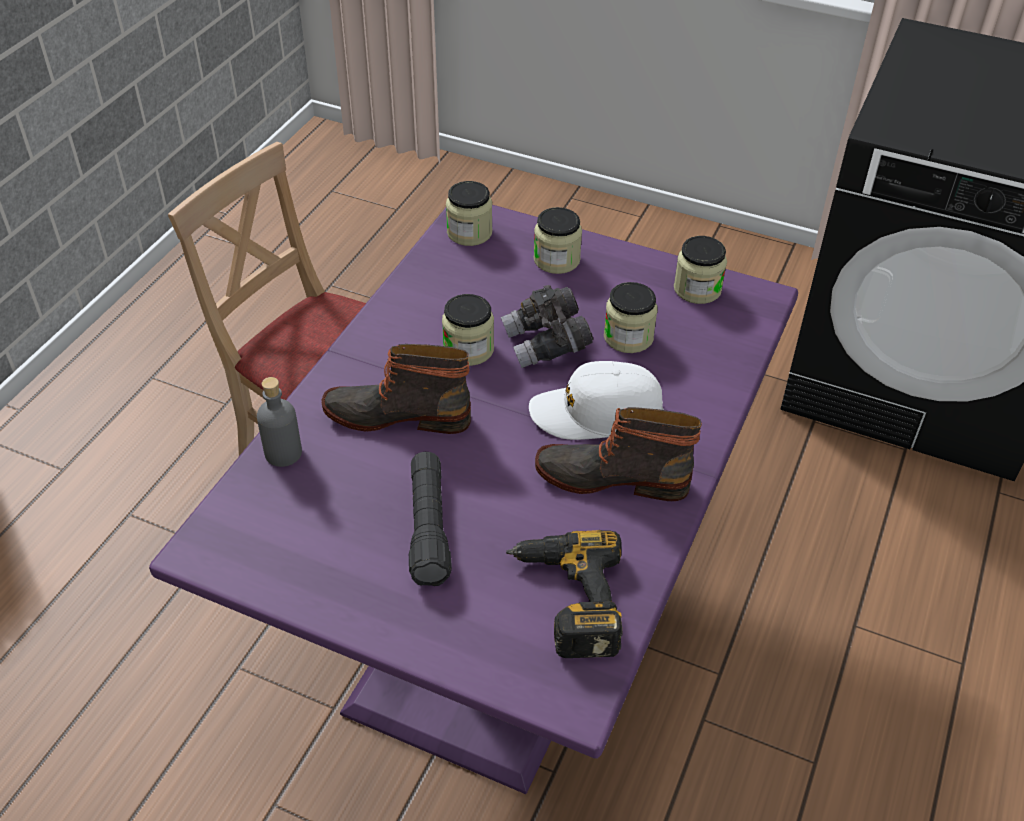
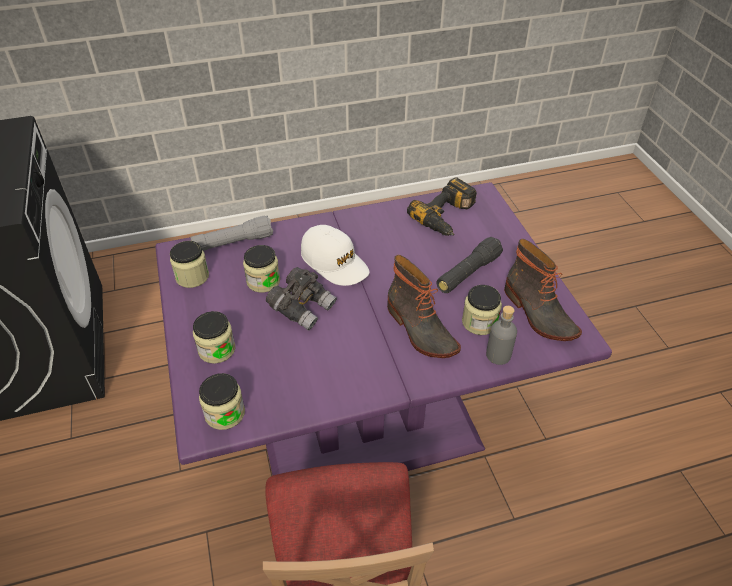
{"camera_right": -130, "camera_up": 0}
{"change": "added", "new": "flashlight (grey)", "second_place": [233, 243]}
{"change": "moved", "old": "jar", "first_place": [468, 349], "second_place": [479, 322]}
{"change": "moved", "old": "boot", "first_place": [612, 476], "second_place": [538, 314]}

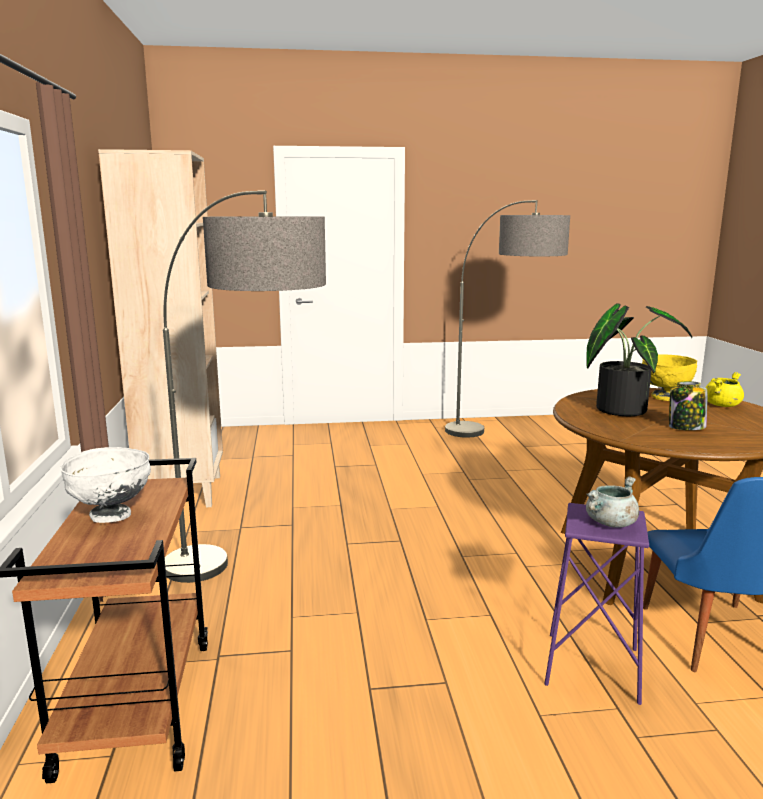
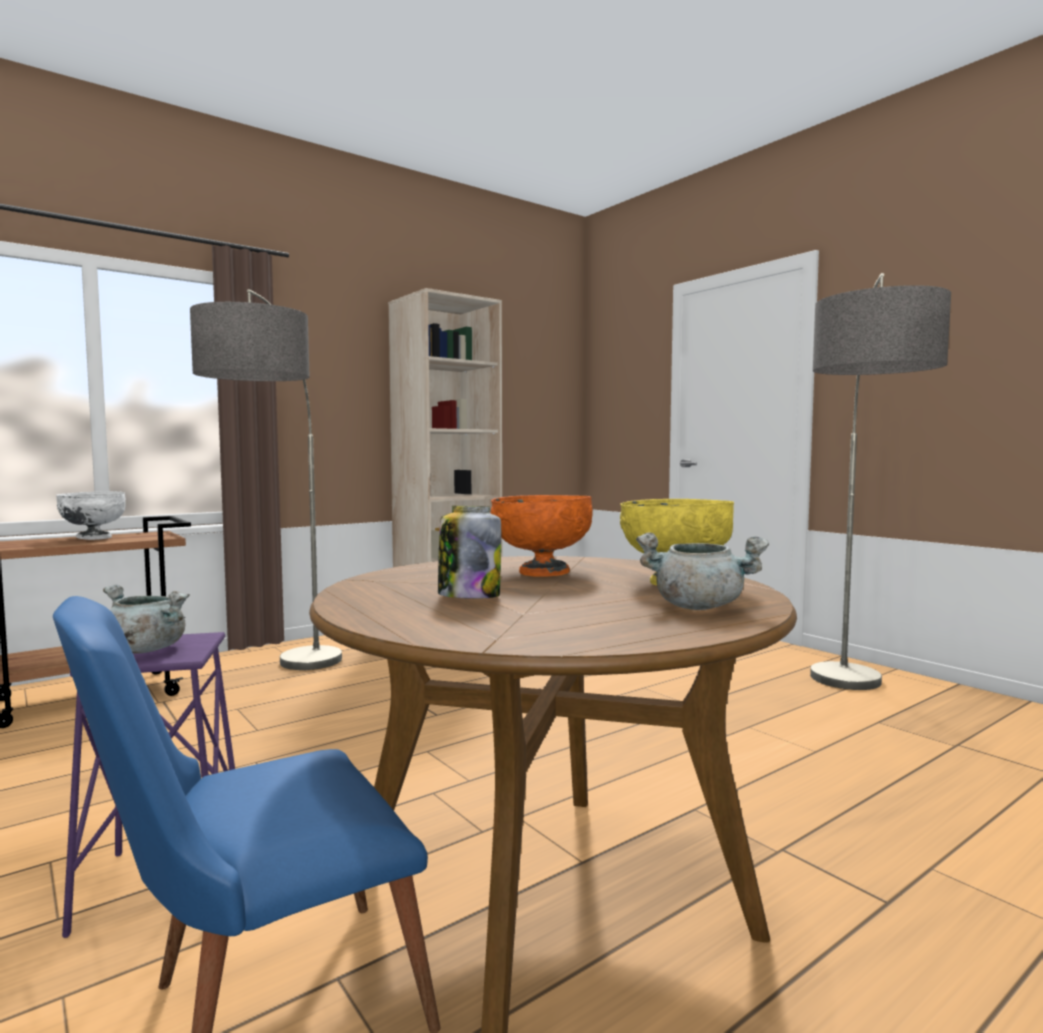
{"camera_right": 60, "camera_up": -10}
{"change": "replaced", "old": "potted plant", "new": "bowl (orange)", "first_place": [621, 408], "second_place": [542, 572]}
{"change": "recoloured", "old": "cooking pot (yellow)", "new": "cooking pot (grey)", "first_place": [721, 405], "second_place": [699, 607]}

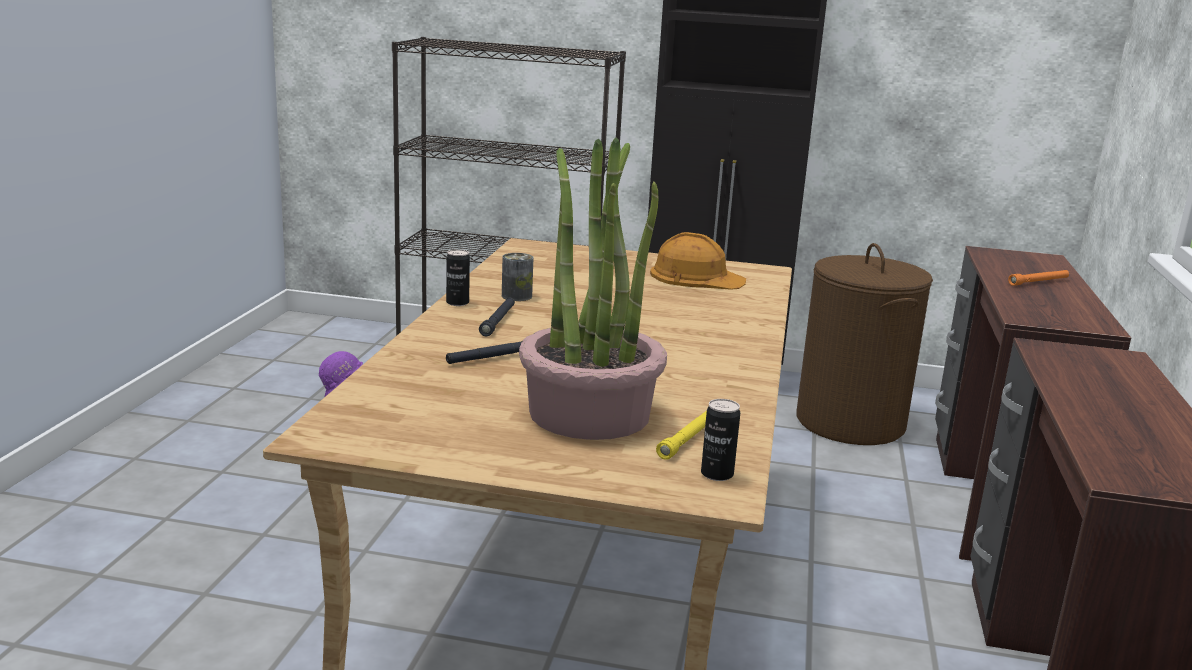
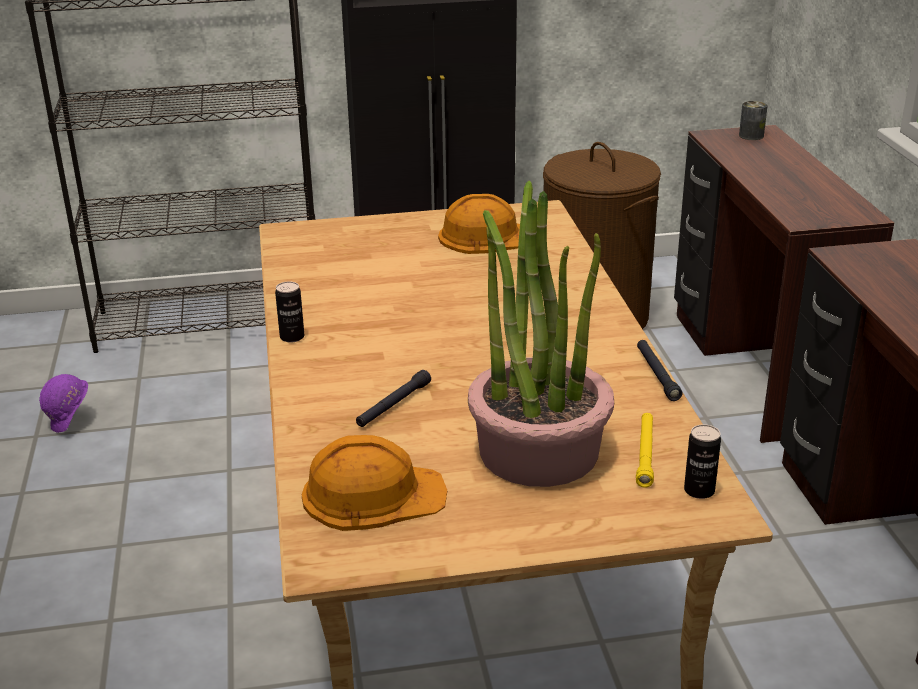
{"camera_right": -20, "camera_up": 10}
{"change": "removed", "old": "flashlight (orange)", "first_place": [1038, 282]}
{"change": "added", "new": "hard hat (orange)", "second_place": [372, 494]}
{"change": "moved", "old": "flashlight (black)", "first_place": [498, 321], "second_place": [657, 374]}
{"change": "moved", "old": "can", "first_place": [516, 296], "second_place": [751, 136]}

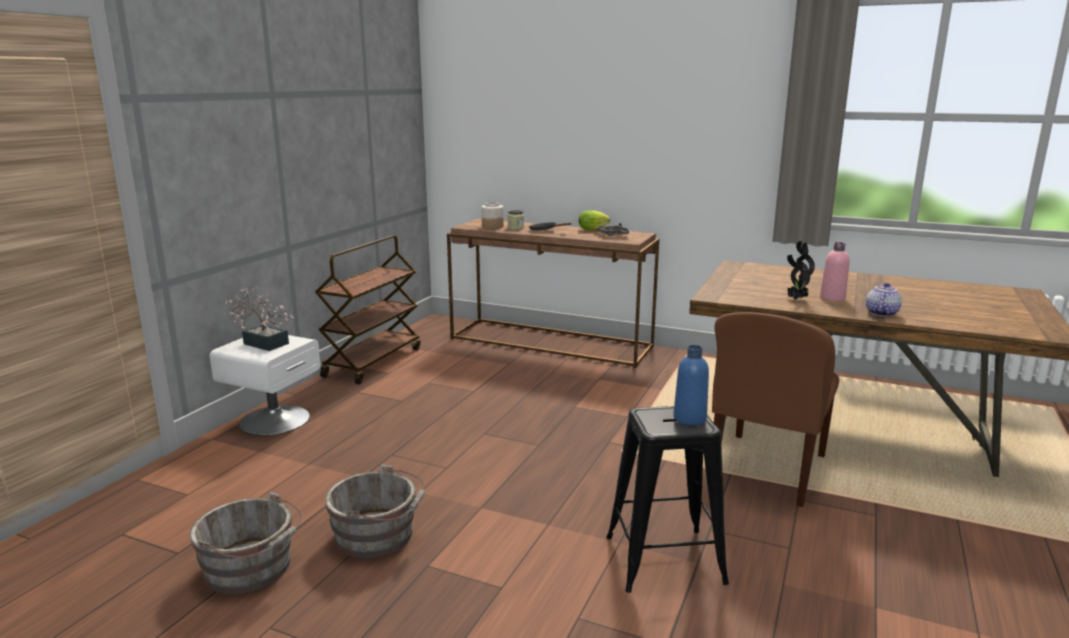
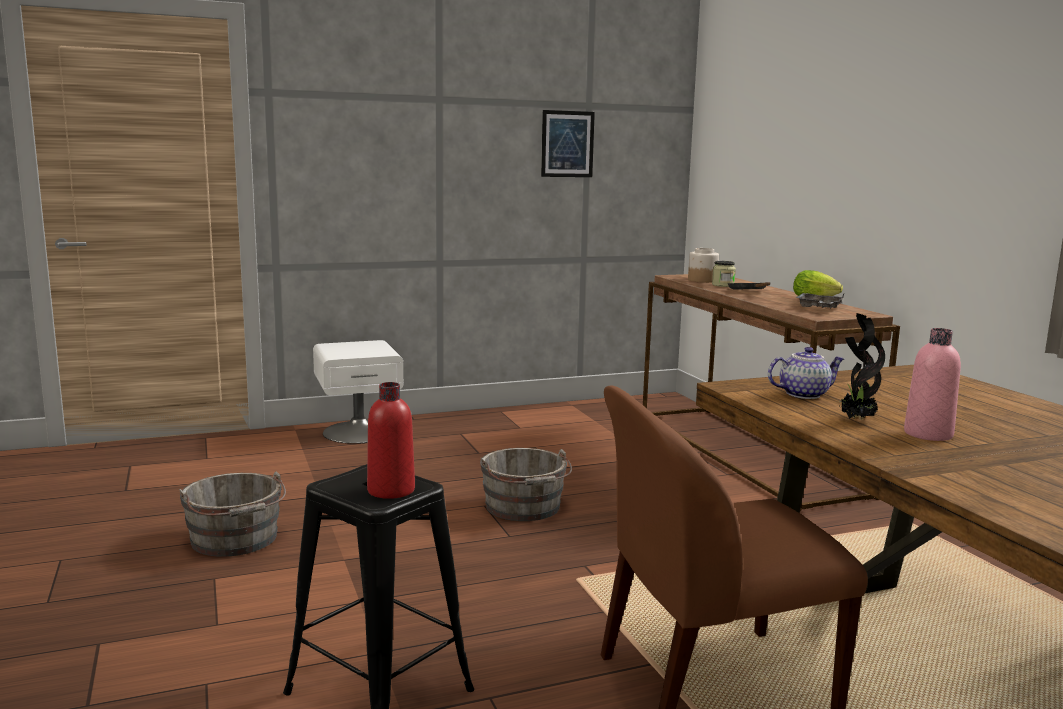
{"camera_right": 45, "camera_up": -5}
{"change": "removed", "old": "potted plant", "first_place": [263, 342]}
{"change": "removed", "old": "cart (brown)", "first_place": [373, 362]}
{"change": "added", "new": "picture", "second_place": [567, 144]}
{"change": "moved", "old": "bucket (grey)", "first_place": [252, 569], "second_place": [524, 508]}
{"change": "moved", "old": "teapot", "first_place": [880, 313], "second_place": [803, 394]}
{"change": "recoloured", "old": "bottle (blue)", "new": "bottle (red)", "first_place": [689, 418], "second_place": [391, 490]}

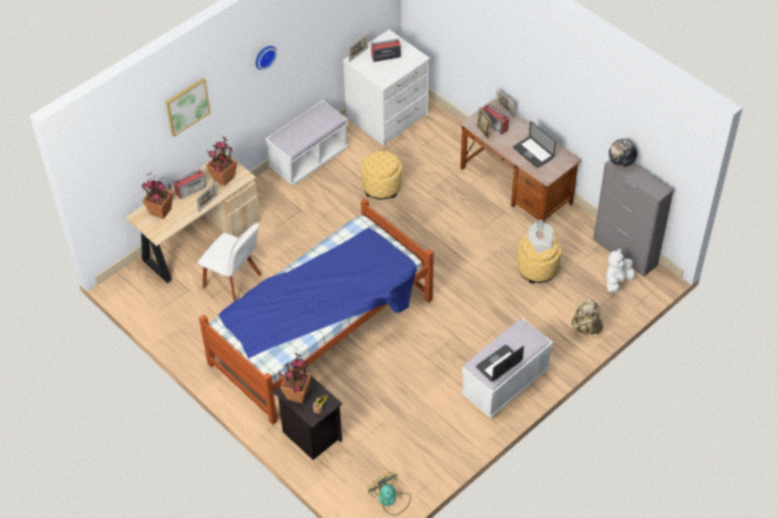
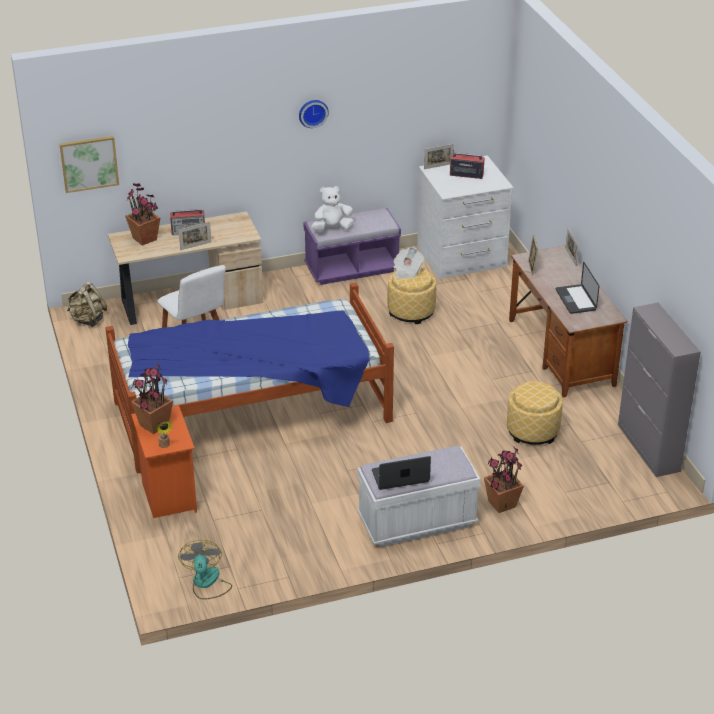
{"camera_right": 25, "camera_up": -15}
{"change": "removed", "old": "radio", "first_place": [494, 125]}
{"change": "removed", "old": "globe", "first_place": [621, 162]}
{"change": "moved", "old": "picture", "first_place": [187, 106], "second_place": [89, 163]}
{"change": "moved", "old": "potted plant", "first_place": [223, 178], "second_place": [501, 504]}
{"change": "moved", "old": "newspaper", "first_place": [540, 242], "second_place": [407, 271]}
{"change": "moved", "old": "backpack (beige)", "first_place": [586, 327], "second_place": [88, 320]}
{"change": "moved", "old": "plush toy (white)", "first_place": [617, 281], "second_place": [332, 228]}
{"change": "recoloured", "old": "bench (white)", "new": "bench (purple)", "first_place": [309, 159], "second_place": [352, 269]}
{"change": "recoloured", "old": "nightstand (black)", "new": "nightstand (orange)", "first_place": [310, 435], "second_place": [168, 495]}

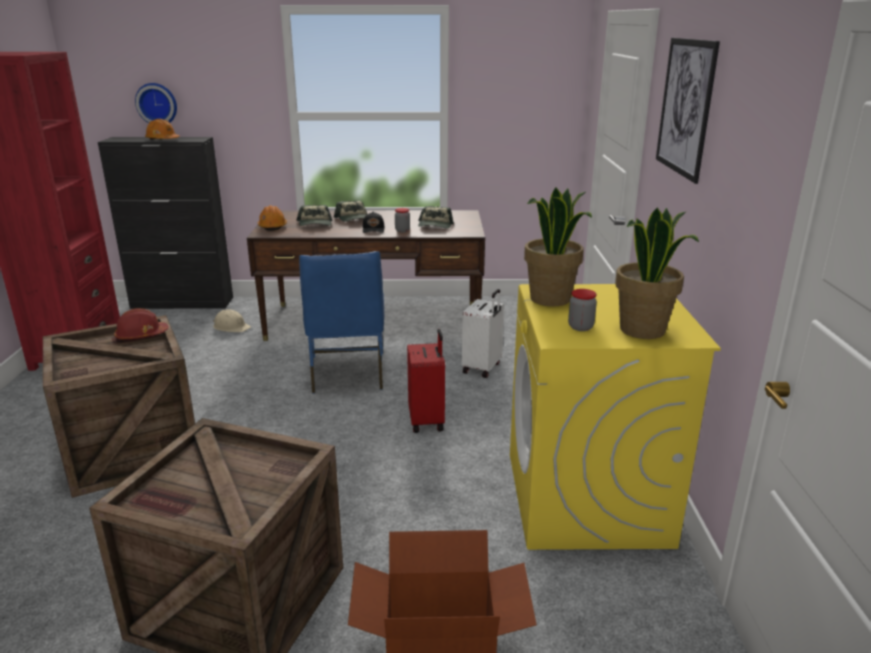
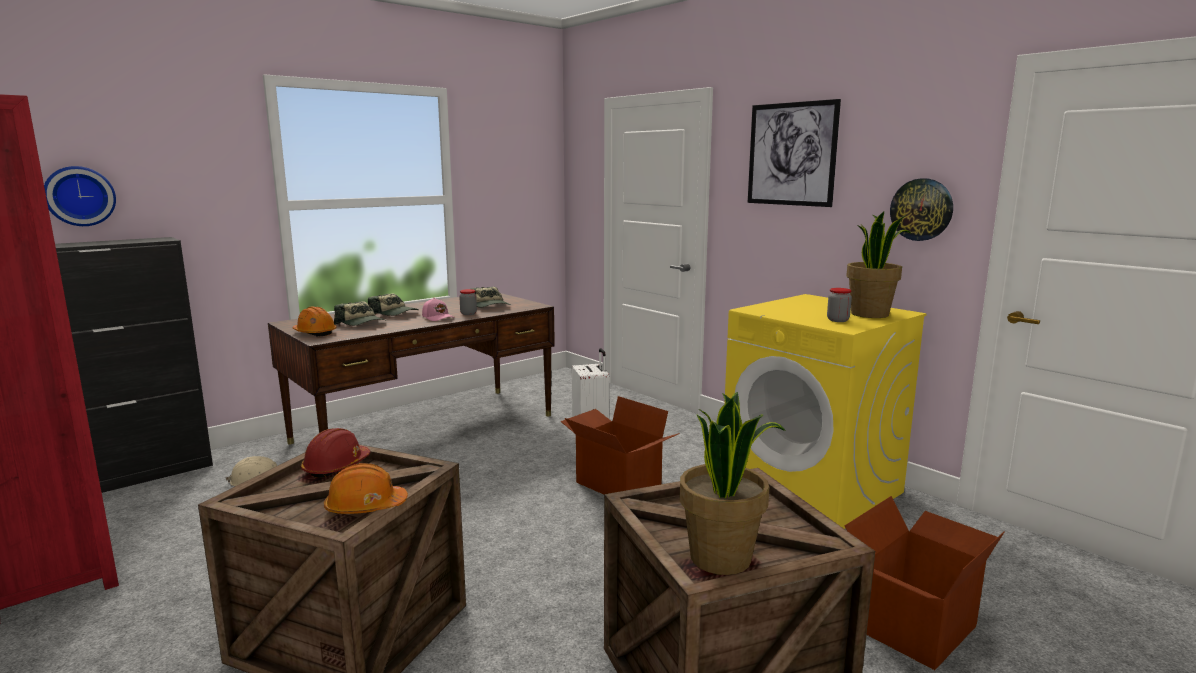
{"camera_right": -40, "camera_up": -10}
{"change": "removed", "old": "chair (blue)", "first_place": [347, 373]}
{"change": "added", "new": "wall clock", "second_place": [921, 209]}
{"change": "moved", "old": "hard hat (orange)", "first_place": [162, 140], "second_place": [365, 507]}
{"change": "moved", "old": "potted plant", "first_place": [550, 299], "second_place": [722, 558]}
{"change": "replaced", "old": "suitcase (red)", "new": "cardboard box", "first_place": [427, 420], "second_place": [617, 484]}
{"change": "recoloured", "old": "cap (black)", "new": "cap (pink)", "first_place": [374, 229], "second_place": [438, 317]}

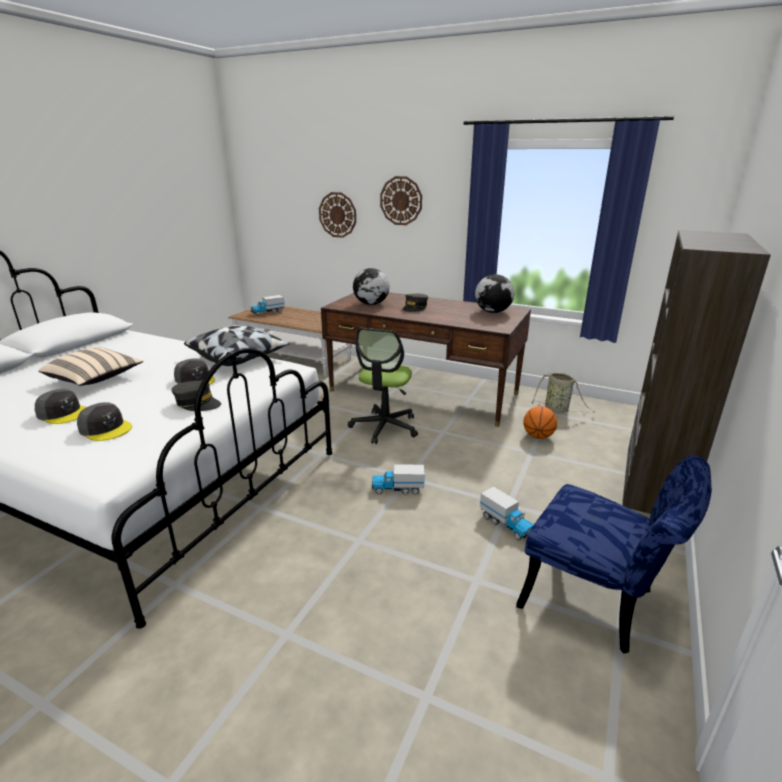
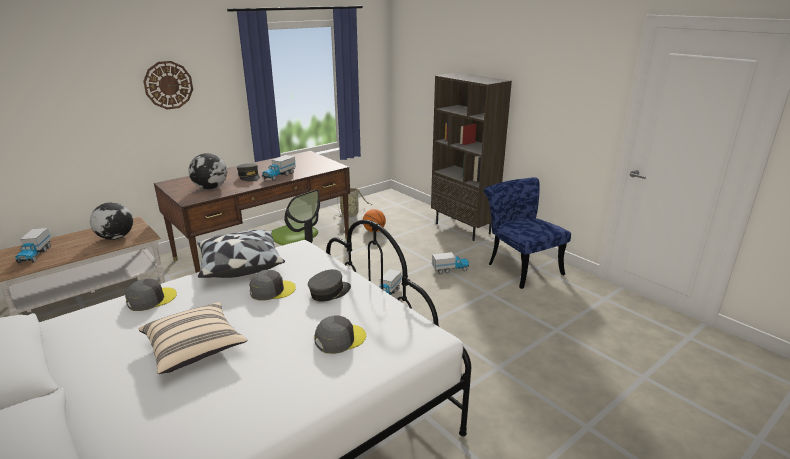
{"camera_right": -65, "camera_up": 0}
{"change": "removed", "old": "wall clock", "first_place": [337, 215]}
{"change": "added", "new": "toy truck", "second_place": [279, 176]}
{"change": "moved", "old": "cap (grey)", "first_place": [63, 413], "second_place": [151, 299]}
{"change": "moved", "old": "globe", "first_place": [493, 312], "second_place": [115, 237]}
{"change": "turned", "old": "chair (blue)", "first_place": [597, 603], "second_place": [520, 267], "degrees": -90}

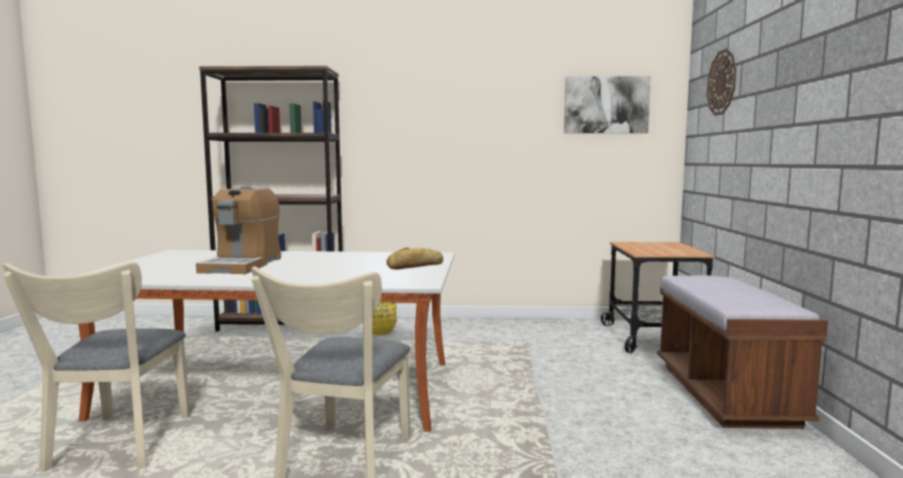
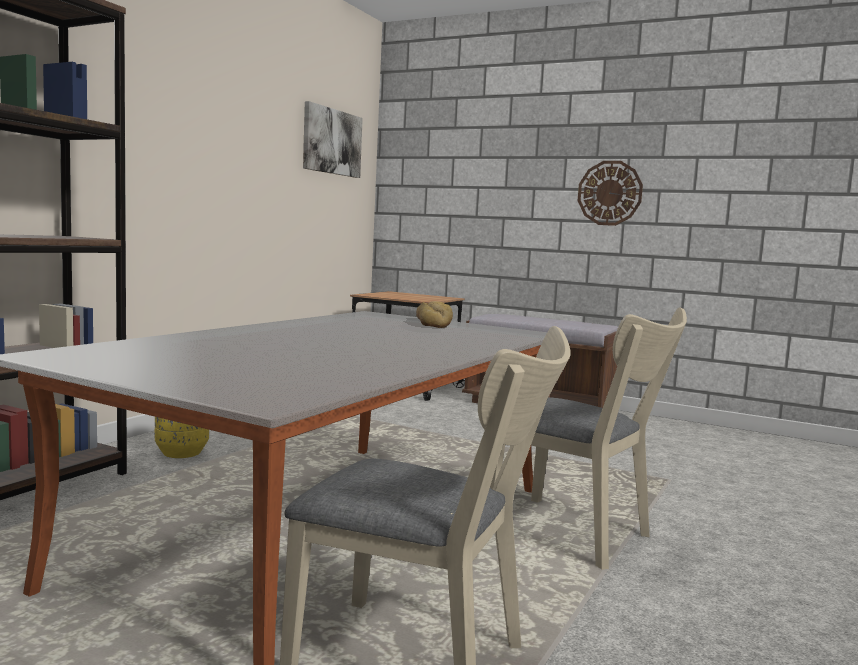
{"camera_right": -65, "camera_up": 0}
{"change": "removed", "old": "coffee machine", "first_place": [242, 265]}
{"change": "moved", "old": "wall clock", "first_place": [722, 82], "second_place": [609, 193]}

